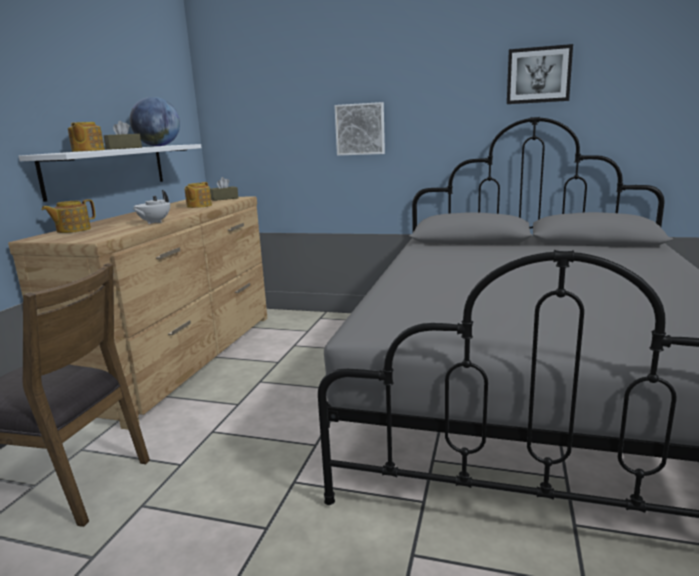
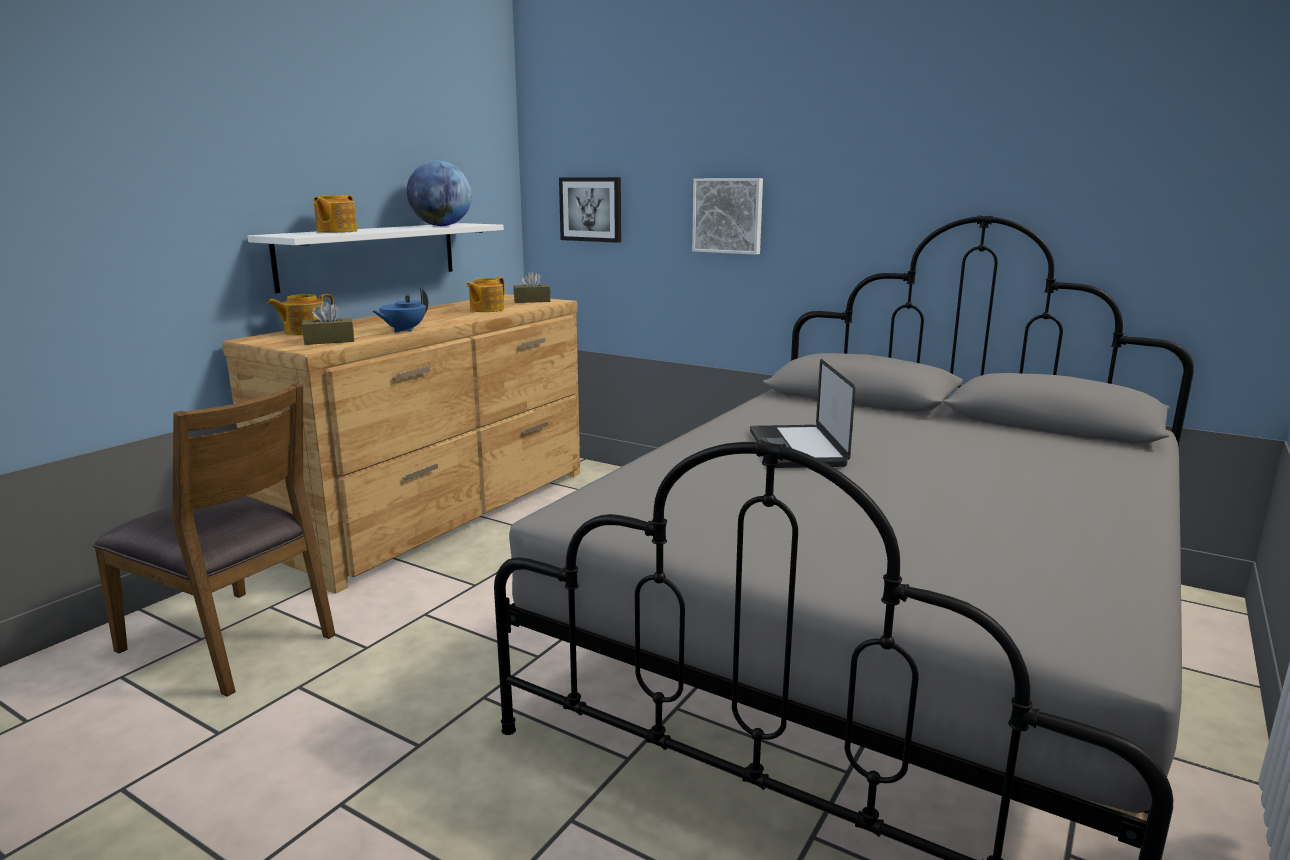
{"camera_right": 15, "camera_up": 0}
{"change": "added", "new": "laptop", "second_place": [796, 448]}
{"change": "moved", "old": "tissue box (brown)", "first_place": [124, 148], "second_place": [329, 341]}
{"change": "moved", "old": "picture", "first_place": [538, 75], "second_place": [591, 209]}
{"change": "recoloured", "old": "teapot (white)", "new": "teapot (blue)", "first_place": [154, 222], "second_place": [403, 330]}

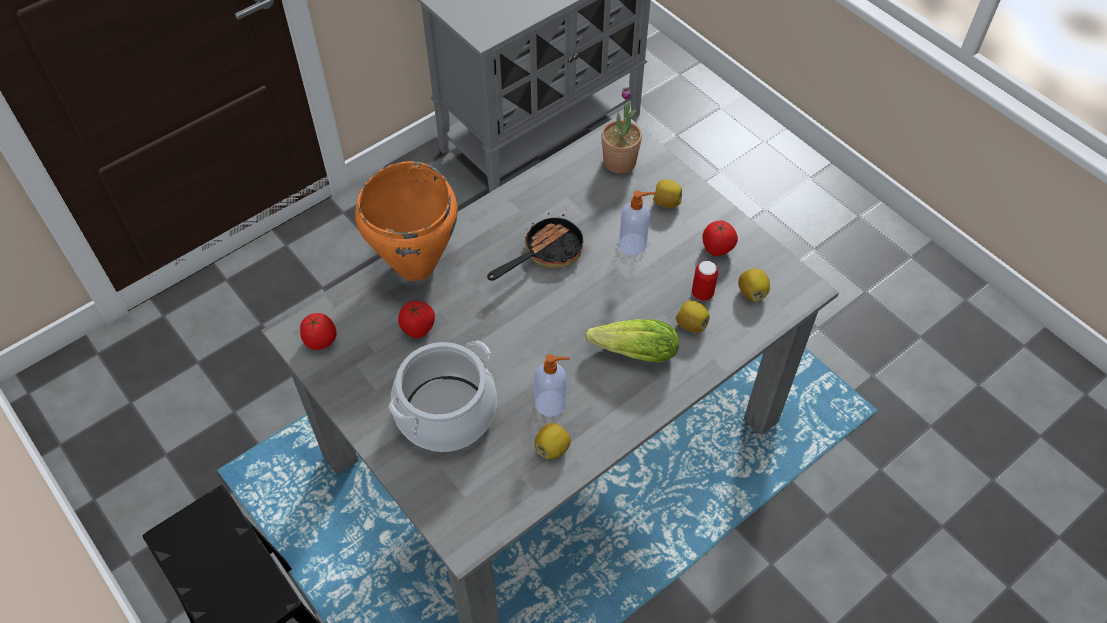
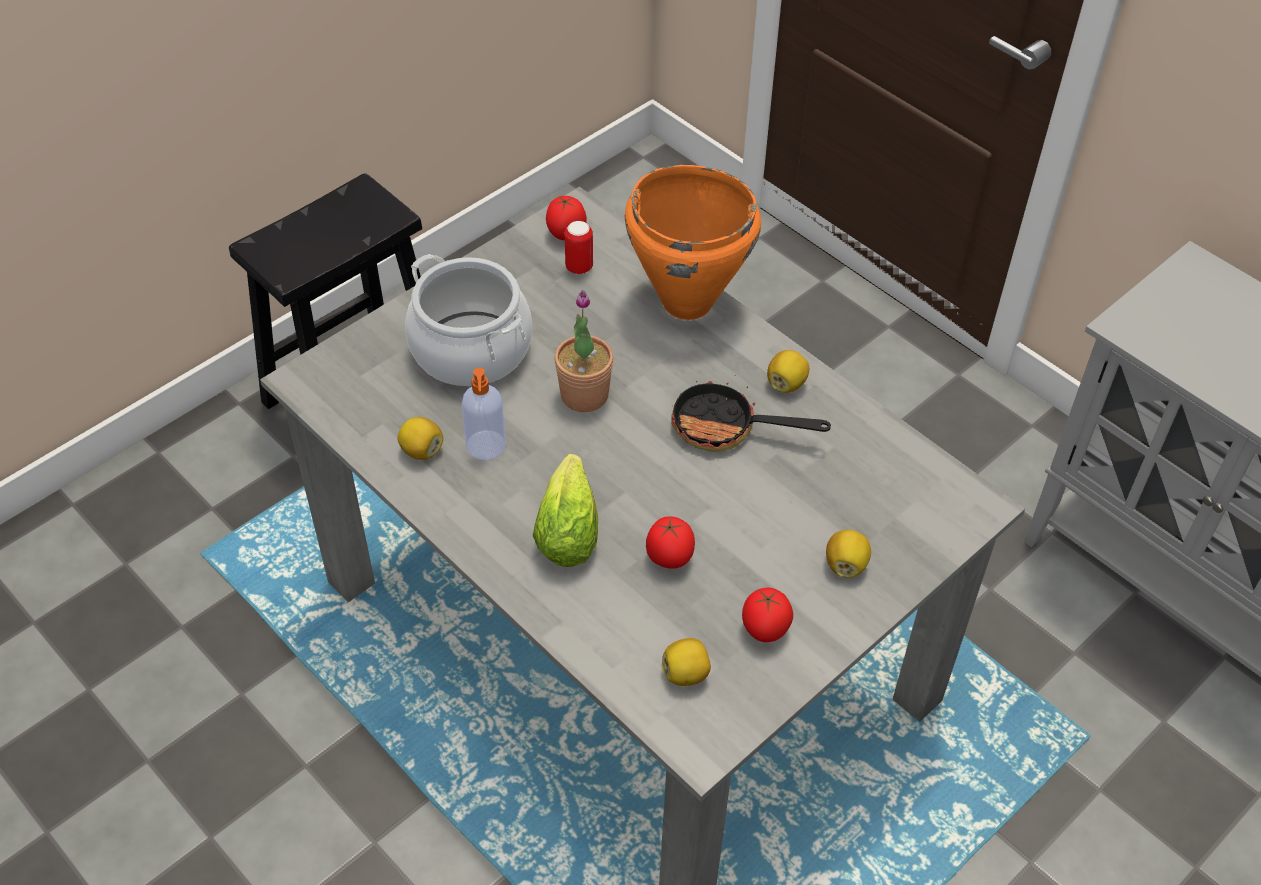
{"camera_right": 85, "camera_up": -5}
{"change": "removed", "old": "soap dispenser", "first_place": [633, 244]}
{"change": "moved", "old": "tomato", "first_place": [418, 329], "second_place": [669, 558]}
{"change": "moved", "old": "potted plant", "first_place": [619, 162], "second_place": [584, 395]}
{"change": "moved", "old": "lemon", "first_place": [691, 324], "second_place": [786, 383]}
{"change": "moved", "old": "can", "first_place": [702, 293], "second_place": [579, 267]}
{"change": "turned", "old": "frying pan", "first_place": [546, 253], "second_place": [726, 428], "degrees": 150}

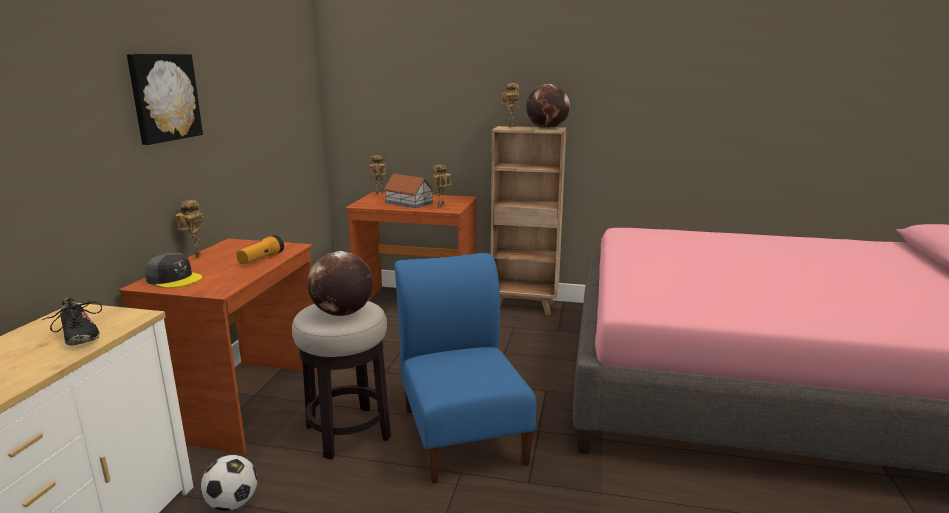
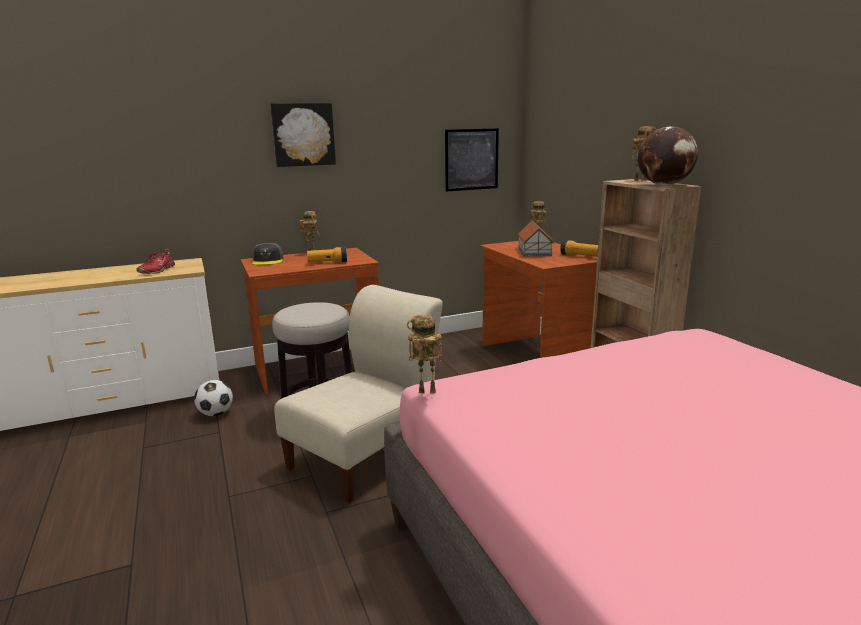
{"camera_right": 55, "camera_up": 0}
{"change": "removed", "old": "globe", "first_place": [342, 313]}
{"change": "added", "new": "picture", "second_place": [471, 159]}
{"change": "added", "new": "flashlight", "second_place": [580, 256]}
{"change": "moved", "old": "toy robot", "first_place": [441, 207], "second_place": [425, 392]}
{"change": "recoloured", "old": "shoe (black)", "new": "shoe (red)", "first_place": [78, 335], "second_place": [157, 270]}
{"change": "recoloured", "old": "chair (blue)", "new": "chair (beige)", "first_place": [462, 432], "second_place": [367, 455]}

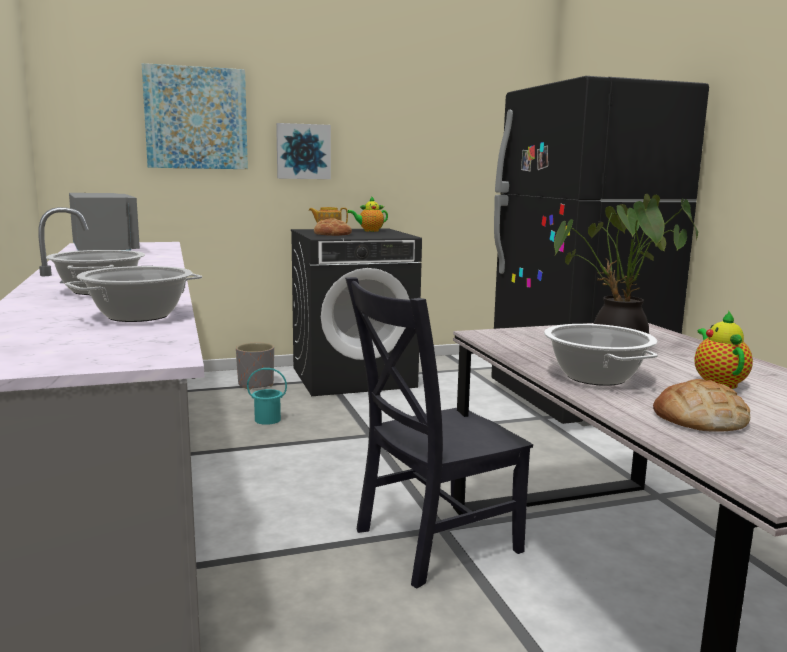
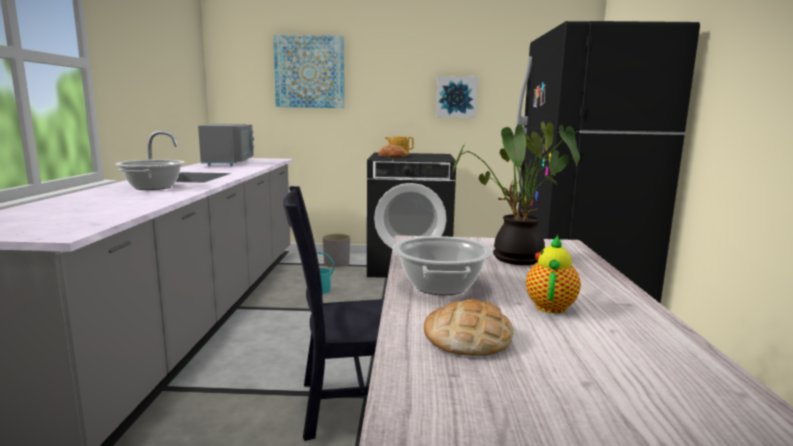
{"camera_right": 20, "camera_up": 0}
{"change": "removed", "old": "cooking pot", "first_place": [139, 315]}
{"change": "removed", "old": "teapot", "first_place": [369, 231]}
{"change": "moved", "old": "picture", "first_place": [303, 151], "second_place": [456, 97]}

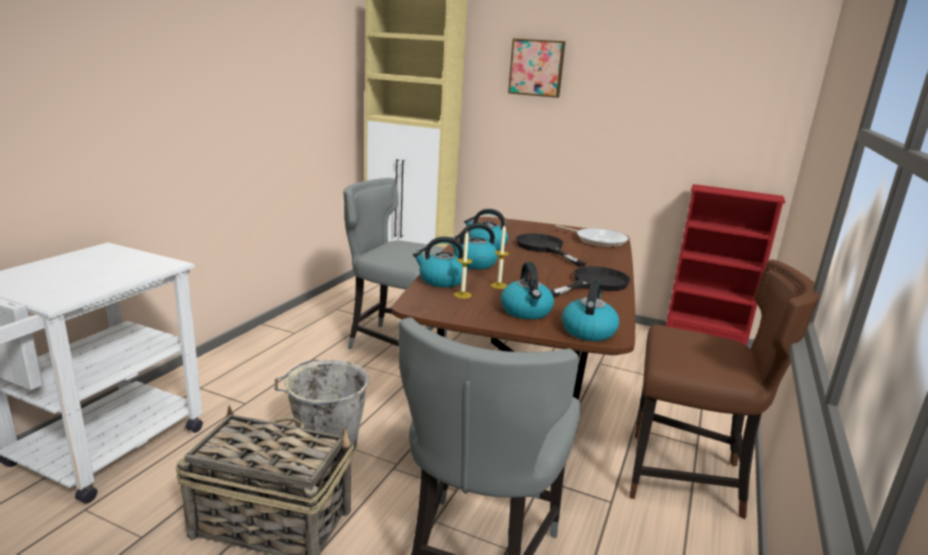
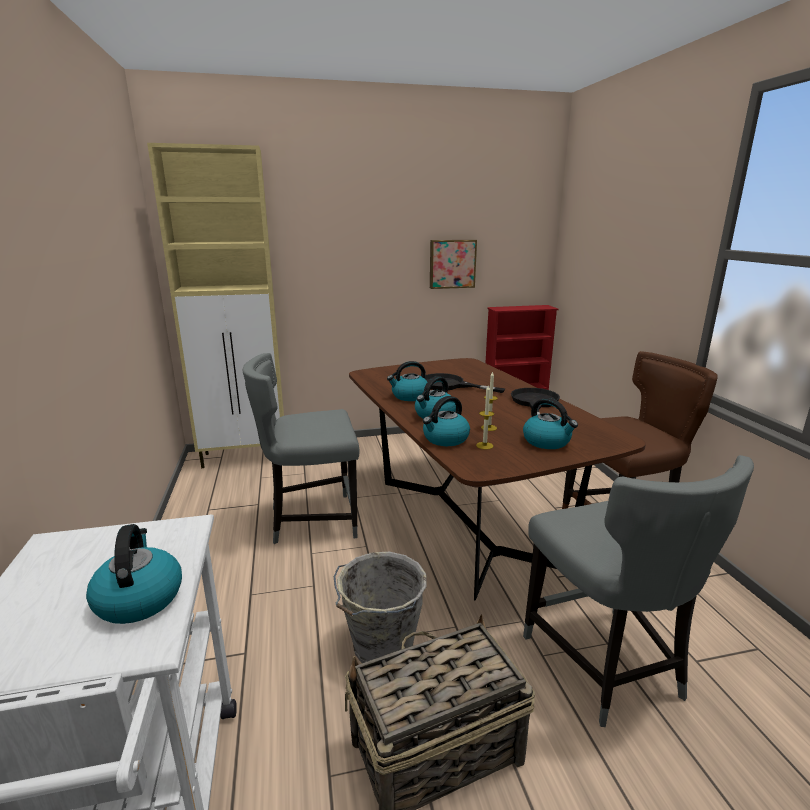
{"camera_right": -35, "camera_up": 0}
{"change": "removed", "old": "frying pan", "first_place": [598, 240]}
{"change": "moved", "old": "picture", "first_place": [536, 68], "second_place": [452, 264]}
{"change": "moved", "old": "kettle", "first_place": [588, 330], "second_place": [139, 598]}

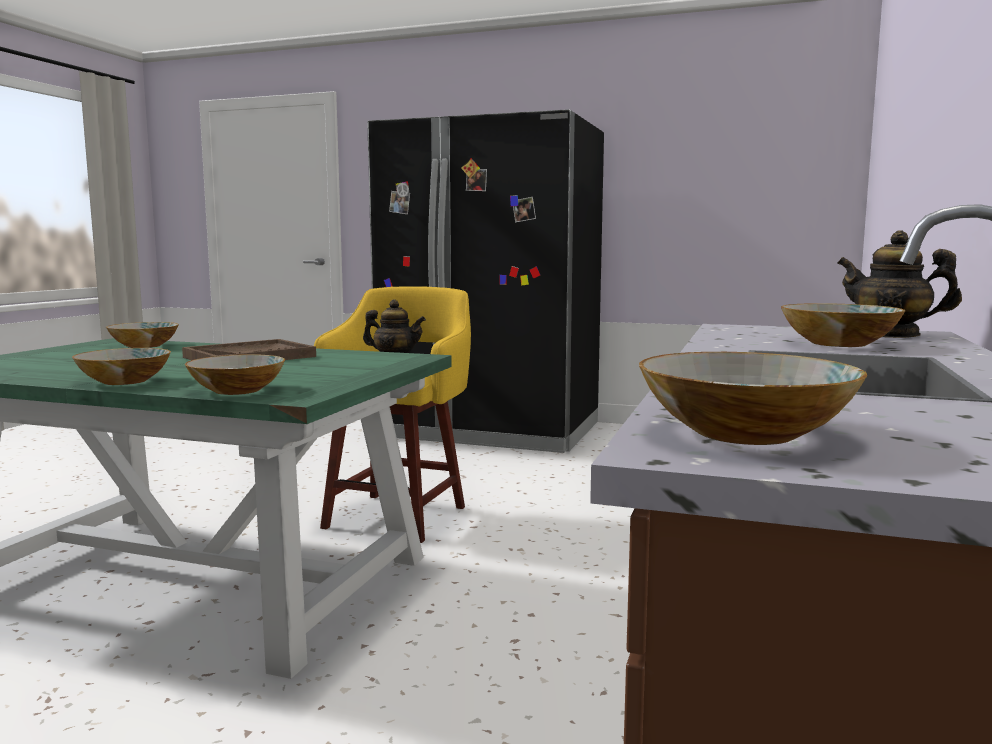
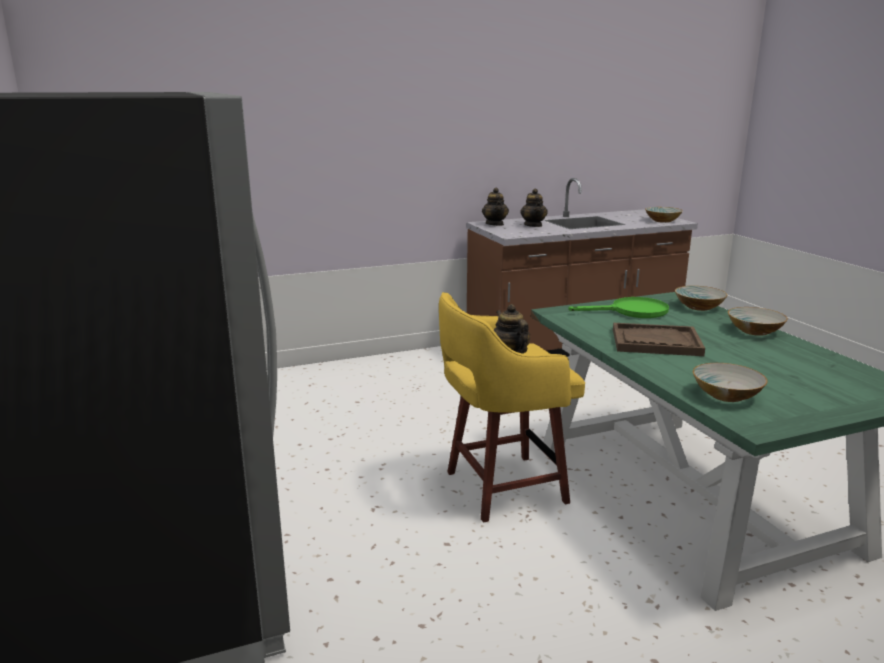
{"camera_right": -130, "camera_up": 10}
{"change": "added", "new": "frying pan (green)", "second_place": [631, 312]}
{"change": "replaced", "old": "bowl", "new": "teapot", "first_place": [839, 344], "second_place": [533, 225]}

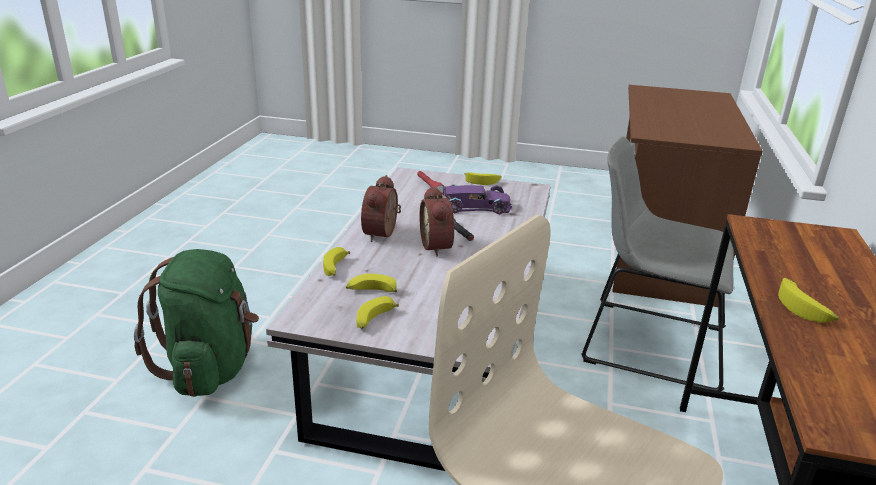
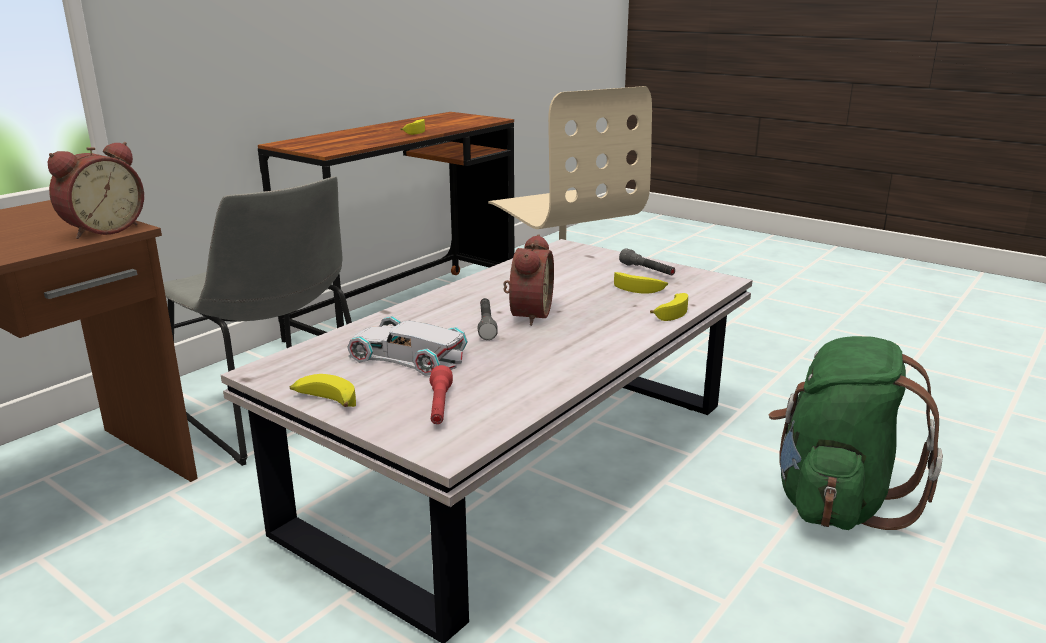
{"camera_right": -155, "camera_up": -5}
{"change": "moved", "old": "alarm clock", "first_place": [383, 234], "second_place": [102, 230]}
{"change": "replaced", "old": "banana", "new": "flashlight (grey)", "first_place": [374, 320], "second_place": [647, 271]}
{"change": "recoloured", "old": "toy car (purple)", "new": "toy car (white)", "first_place": [477, 206], "second_place": [408, 355]}

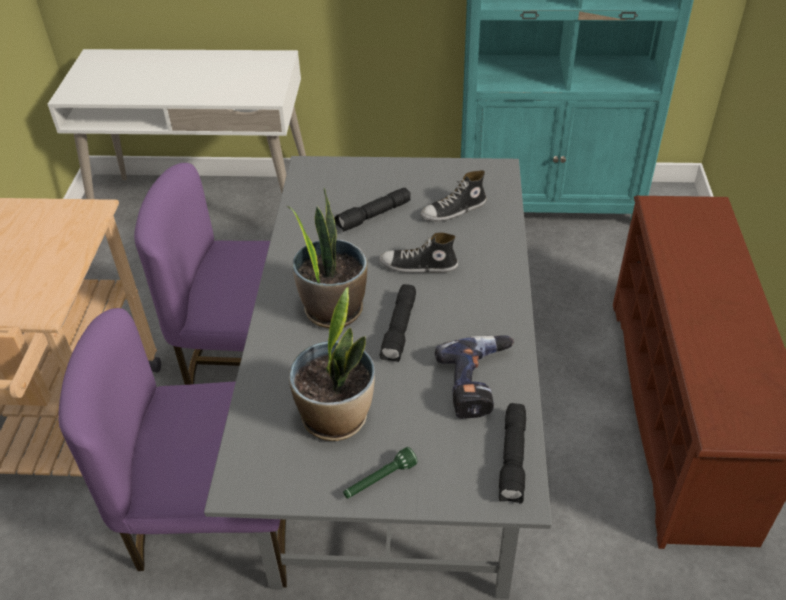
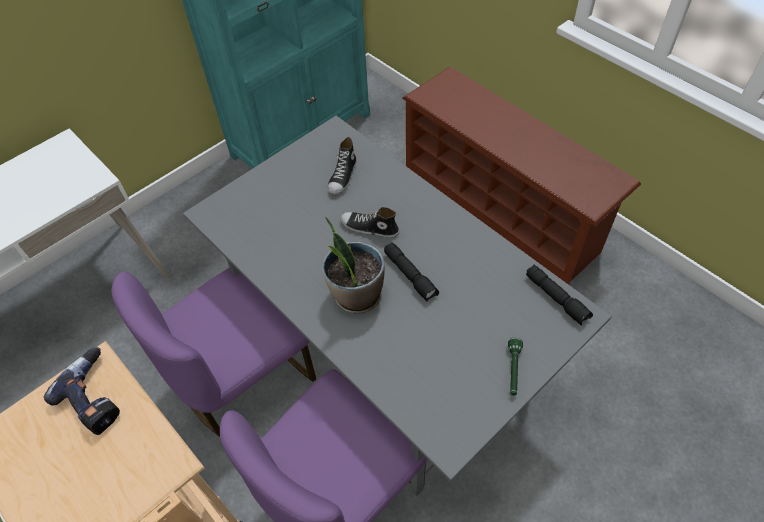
{"camera_right": -45, "camera_up": 10}
{"change": "removed", "old": "potted plant", "first_place": [336, 418]}
{"change": "removed", "old": "flashlight (black)", "first_place": [373, 216]}
{"change": "moved", "old": "power drill", "first_place": [479, 383], "second_place": [96, 396]}
{"change": "turned", "old": "shoe", "first_place": [418, 266], "second_place": [369, 228], "degrees": 60}

